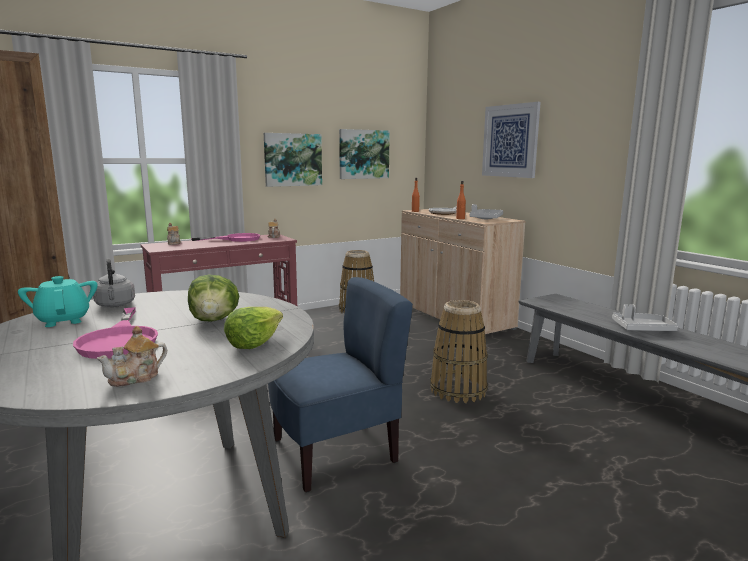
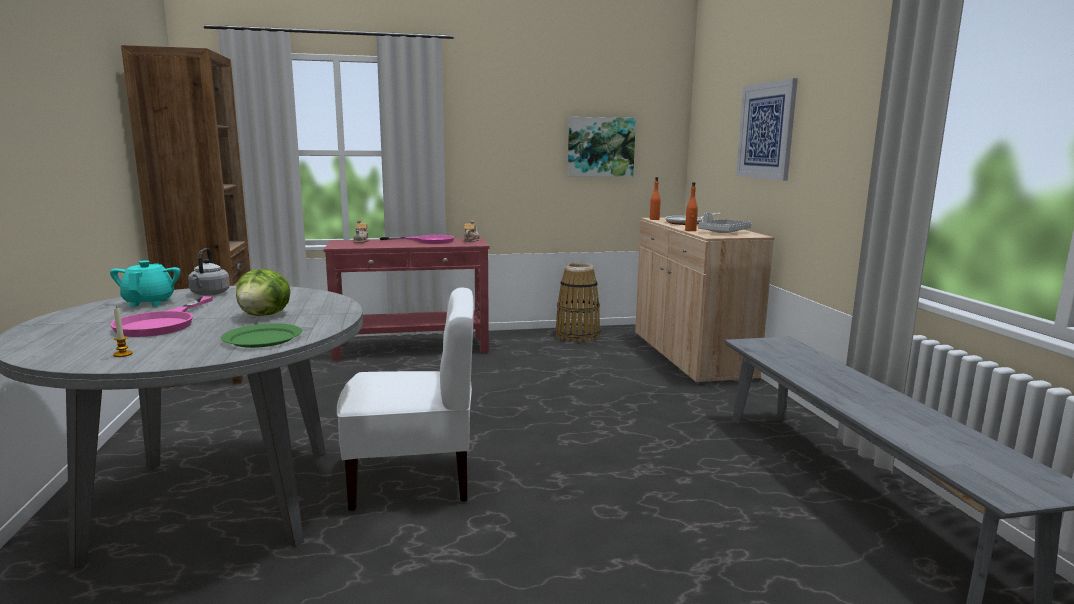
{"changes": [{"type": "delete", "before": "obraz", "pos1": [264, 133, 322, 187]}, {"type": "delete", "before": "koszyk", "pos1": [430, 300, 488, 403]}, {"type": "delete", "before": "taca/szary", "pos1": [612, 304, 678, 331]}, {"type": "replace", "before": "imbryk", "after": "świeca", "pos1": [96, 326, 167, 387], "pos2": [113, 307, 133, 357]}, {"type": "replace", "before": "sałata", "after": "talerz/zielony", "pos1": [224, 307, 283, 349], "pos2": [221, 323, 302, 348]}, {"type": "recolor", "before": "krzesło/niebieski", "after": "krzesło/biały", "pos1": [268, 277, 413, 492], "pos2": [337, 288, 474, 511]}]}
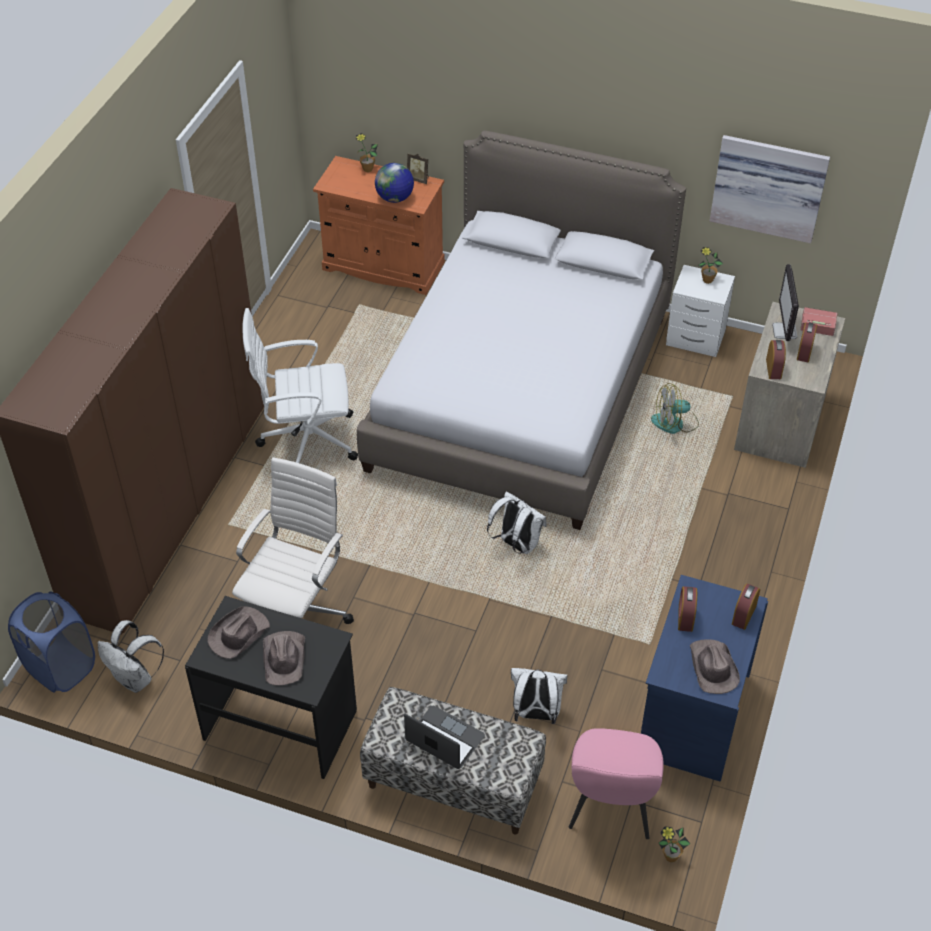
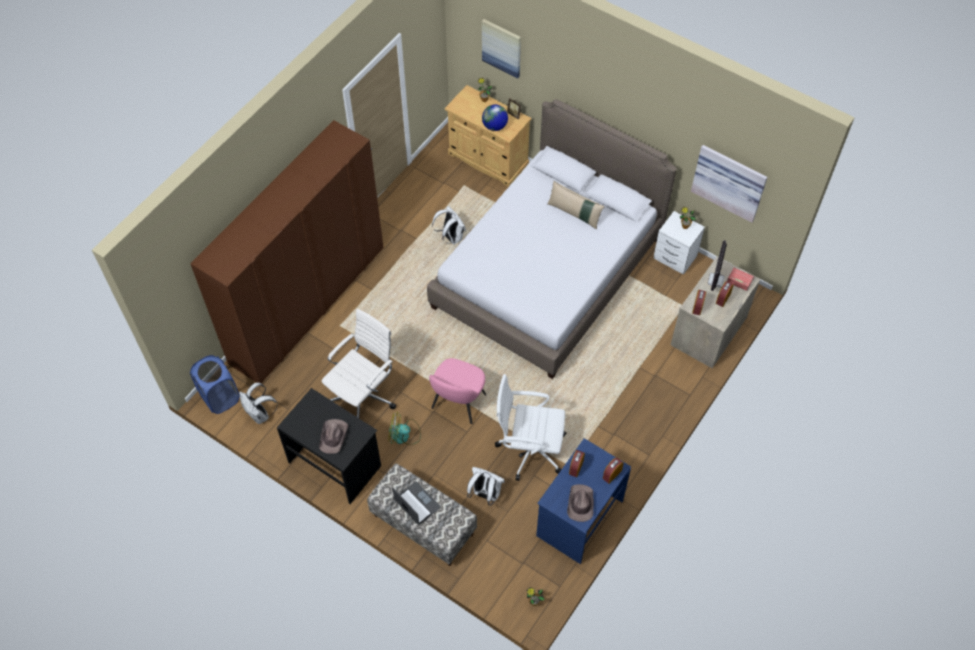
{"changes": [{"type": "delete", "before": "kapelusz/brązowy", "pos1": [207, 606, 270, 659]}, {"type": "insert", "after": "obraz", "pos2": [482, 19, 521, 79]}, {"type": "insert", "after": "poduszka/beżowy", "pos2": [547, 181, 605, 229]}, {"type": "move", "before": "krzesło biurowe/biały", "pos1": [243, 308, 358, 463], "pos2": [495, 374, 566, 481]}, {"type": "move", "before": "plecak/biały", "pos1": [487, 491, 547, 554], "pos2": [432, 206, 466, 245]}, {"type": "move", "before": "krzesło/różowy", "pos1": [569, 728, 664, 839], "pos2": [429, 358, 486, 424]}, {"type": "move", "before": "wentylator", "pos1": [651, 383, 699, 434], "pos2": [388, 412, 421, 445]}, {"type": "recolor", "before": "szafka/pomarańczowy", "after": "szafka/beżowy", "pos1": [313, 156, 445, 295], "pos2": [445, 85, 531, 187]}]}
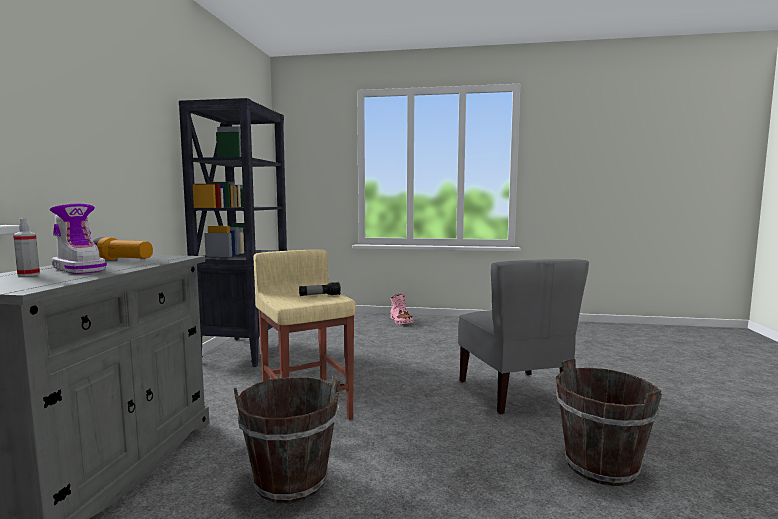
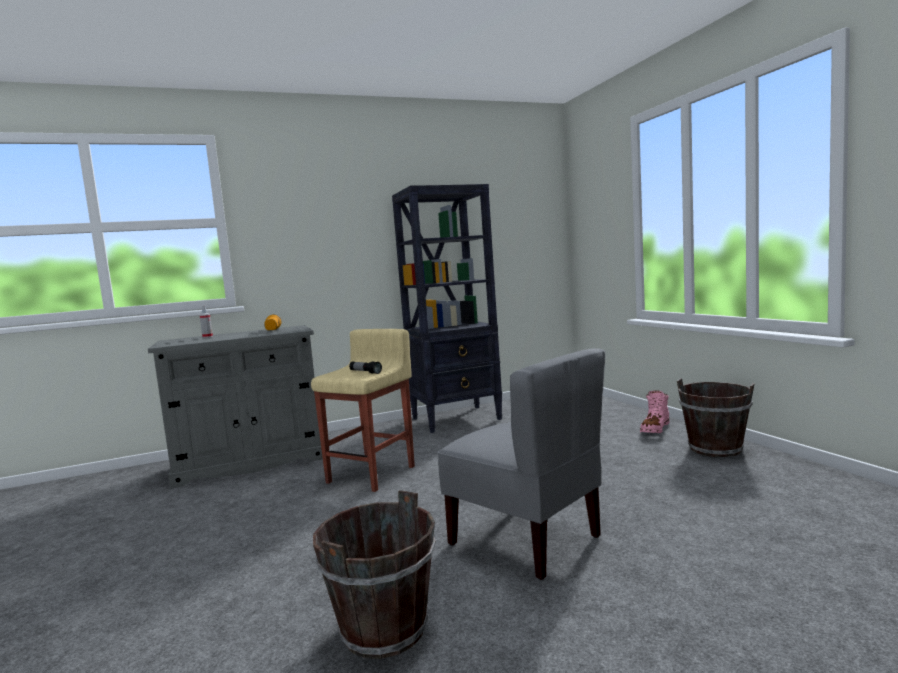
{"changes": [{"type": "delete", "before": "but z cholewką", "pos1": [50, 204, 107, 274]}, {"type": "move", "before": "wiadro/brązowy", "pos1": [234, 374, 341, 503], "pos2": [677, 378, 755, 457]}, {"type": "rotate", "before": "krzesło/szary", "pos1": [459, 259, 589, 414], "pos2": [437, 348, 605, 580], "turn": -90}]}
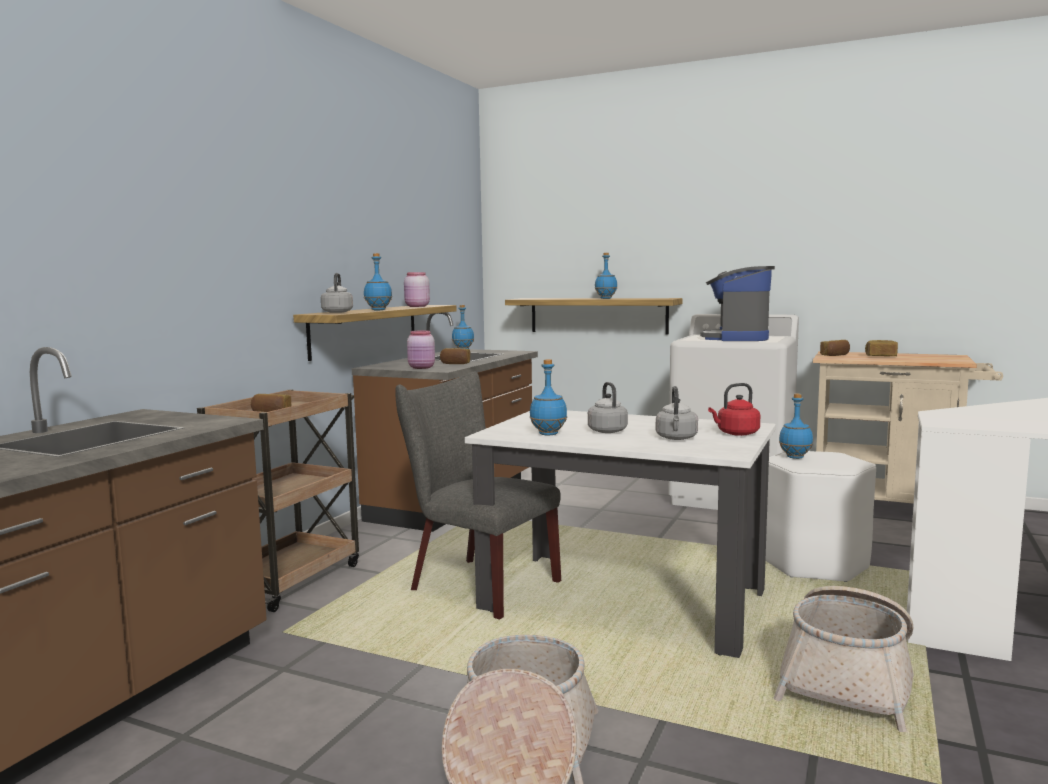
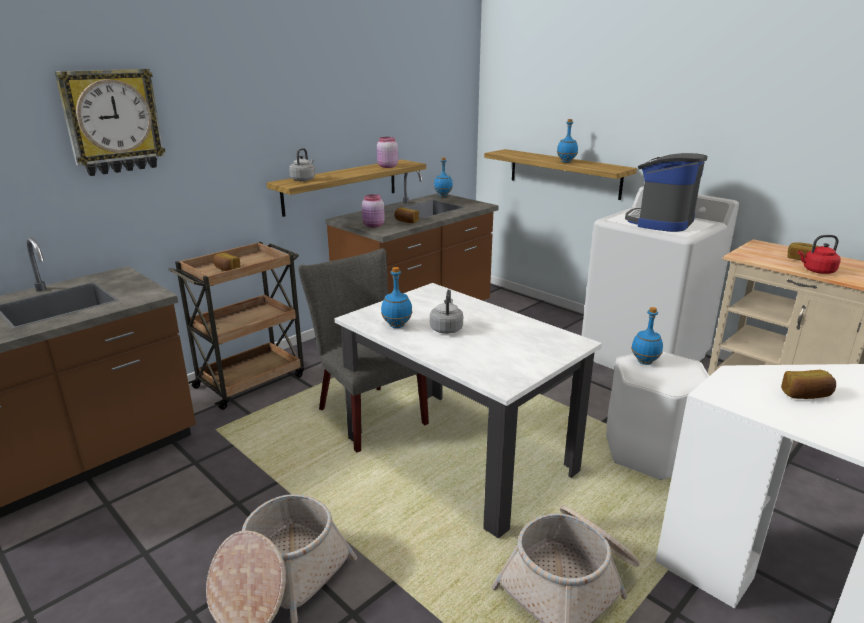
{"changes": [{"type": "delete", "before": "butelka/niebieski", "pos1": [364, 253, 392, 310]}, {"type": "delete", "before": "czajnik/szary", "pos1": [656, 386, 698, 440]}, {"type": "insert", "after": "zegar ścienny", "pos2": [55, 69, 165, 176]}, {"type": "move", "before": "czajnik/czerwony", "pos1": [708, 383, 760, 436], "pos2": [798, 235, 841, 274]}, {"type": "move", "before": "chleb", "pos1": [820, 340, 850, 356], "pos2": [781, 370, 836, 399]}]}
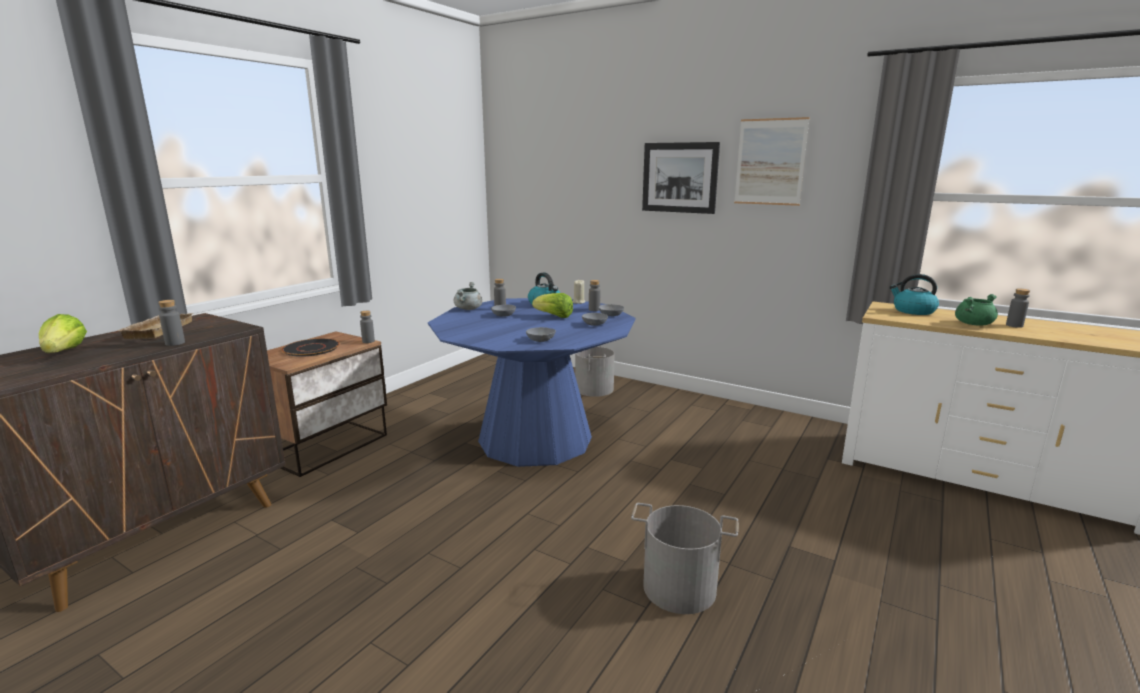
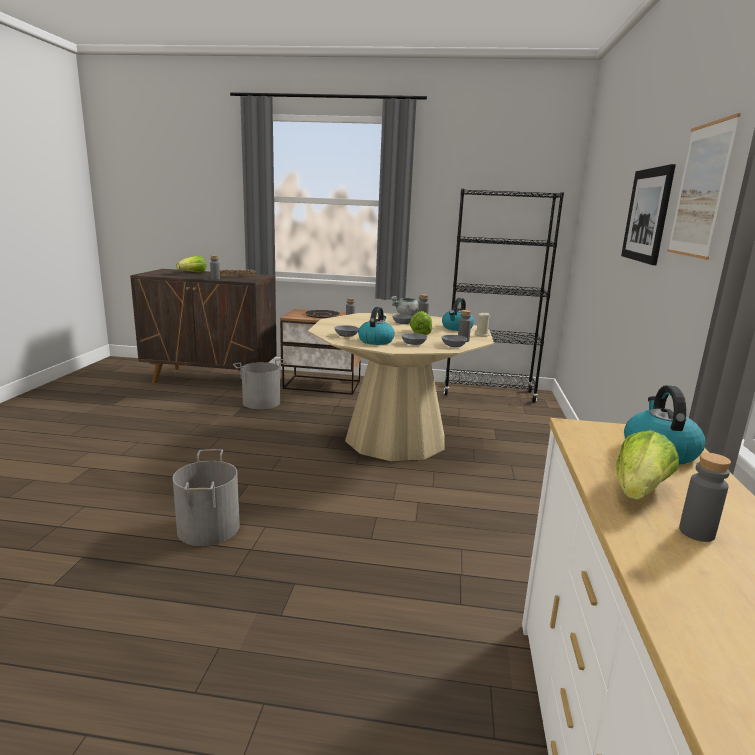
{"changes": [{"type": "insert", "after": "czajnik", "pos2": [358, 307, 395, 345]}, {"type": "insert", "after": "regał/czarny", "pos2": [444, 189, 564, 403]}, {"type": "move", "before": "wiadro/szary", "pos1": [575, 345, 615, 397], "pos2": [233, 359, 287, 409]}, {"type": "replace", "before": "garnek/zielony", "after": "sałata", "pos1": [955, 294, 998, 326], "pos2": [616, 430, 679, 500]}, {"type": "recolor", "before": "stół jadalny/niebieski", "after": "stół jadalny/beżowy", "pos1": [428, 298, 636, 467], "pos2": [308, 313, 494, 461]}]}
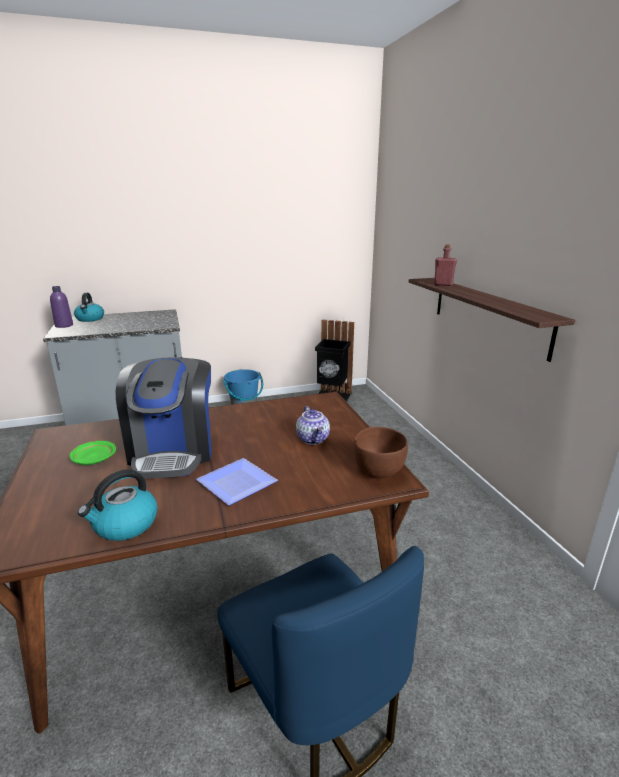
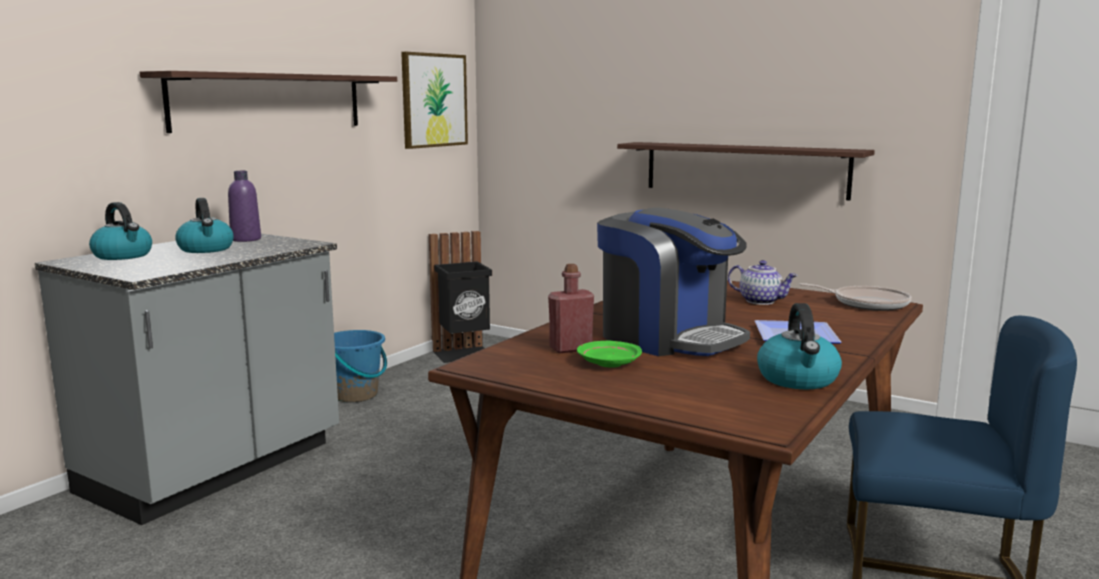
{"changes": [{"type": "insert", "after": "półka", "pos2": [140, 71, 397, 133]}, {"type": "insert", "after": "czajnik", "pos2": [175, 198, 234, 253]}, {"type": "insert", "after": "obraz", "pos2": [401, 52, 468, 149]}, {"type": "move", "before": "butelka/fioletowy", "pos1": [50, 286, 73, 328], "pos2": [228, 171, 261, 242]}, {"type": "move", "before": "butelka/czerwony", "pos1": [434, 244, 457, 286], "pos2": [548, 264, 594, 353]}, {"type": "replace", "before": "miska/brązowy", "after": "patelnia", "pos1": [354, 427, 408, 478], "pos2": [800, 283, 911, 311]}]}
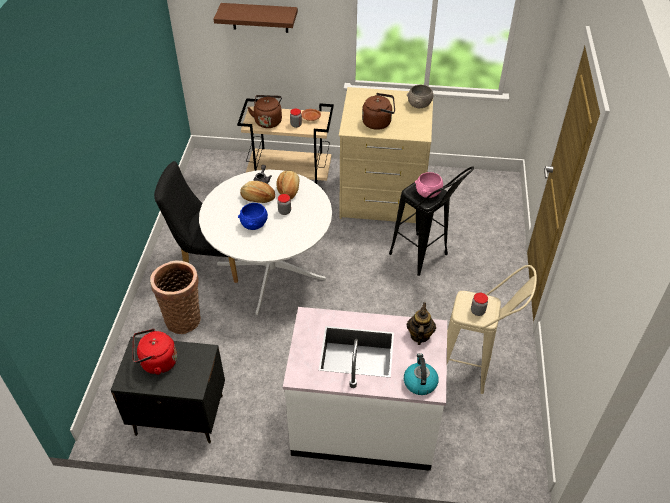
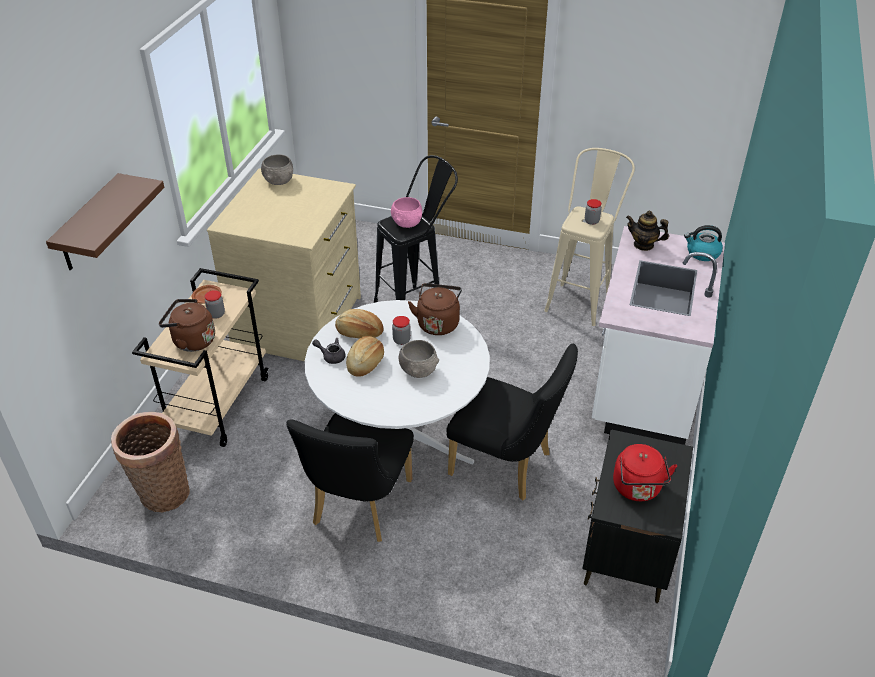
{"changes": [{"type": "insert", "after": "krzesło/czarny", "pos2": [446, 344, 578, 501]}, {"type": "move", "before": "koszyk", "pos1": [150, 261, 201, 334], "pos2": [111, 412, 190, 513]}, {"type": "move", "before": "czajnik/brązowy", "pos1": [362, 93, 395, 130], "pos2": [408, 283, 462, 335]}, {"type": "recolor", "before": "miska/niebieski", "after": "miska/szary", "pos1": [238, 203, 268, 230], "pos2": [399, 340, 439, 378]}]}
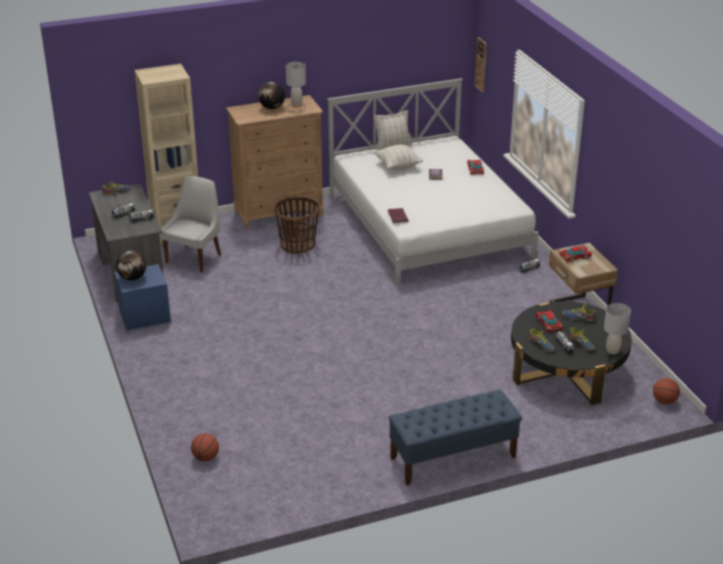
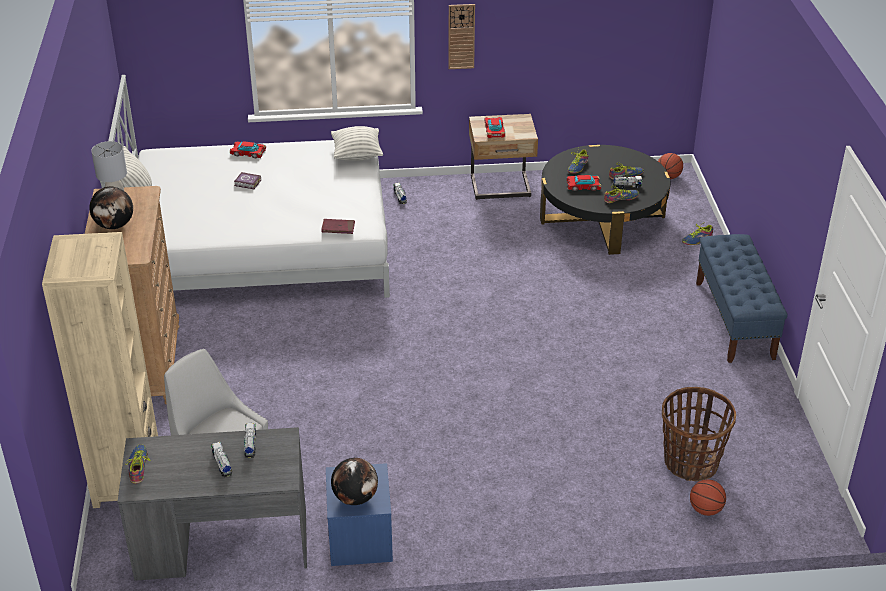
{"changes": [{"type": "delete", "before": "lampa stołowa/szary", "pos1": [604, 303, 631, 354]}, {"type": "insert", "after": "but", "pos2": [682, 222, 713, 245]}, {"type": "move", "before": "koszyk", "pos1": [274, 196, 320, 254], "pos2": [662, 387, 736, 481]}, {"type": "move", "before": "poduszka", "pos1": [374, 145, 423, 170], "pos2": [331, 126, 383, 161]}, {"type": "move", "before": "zegar ścienny", "pos1": [475, 37, 487, 93], "pos2": [448, 4, 475, 69]}]}
